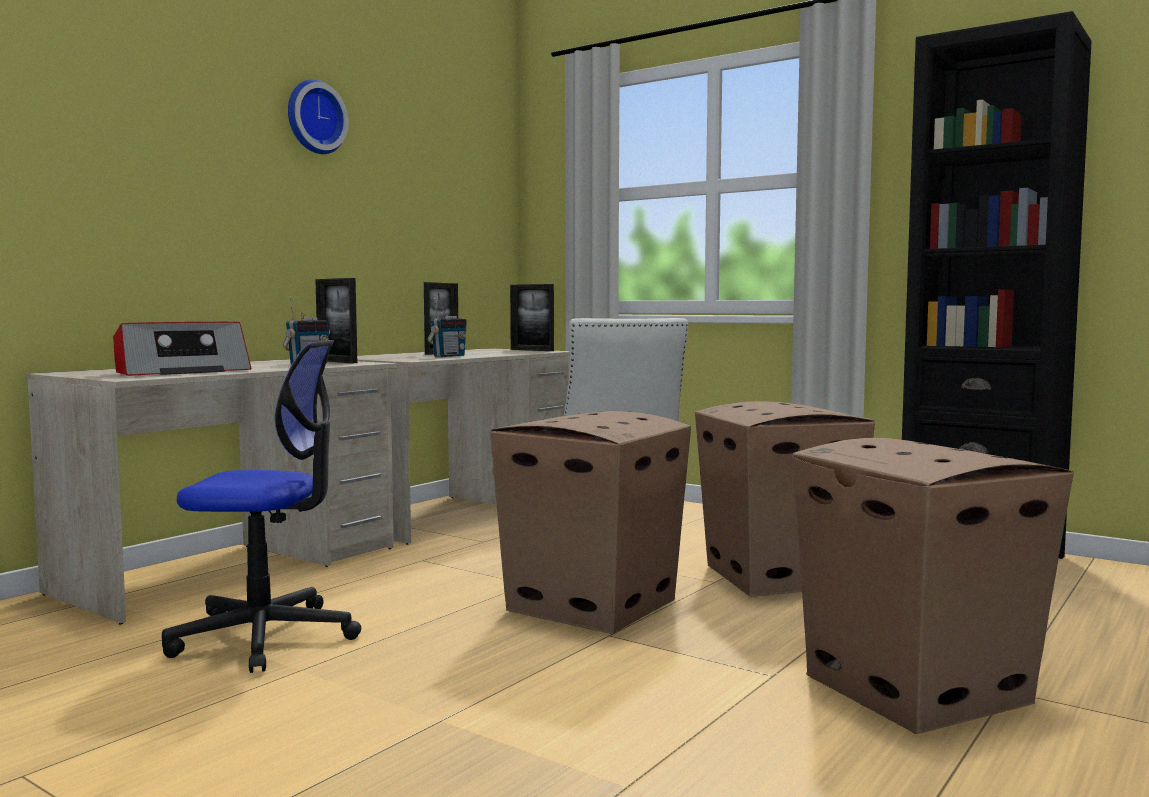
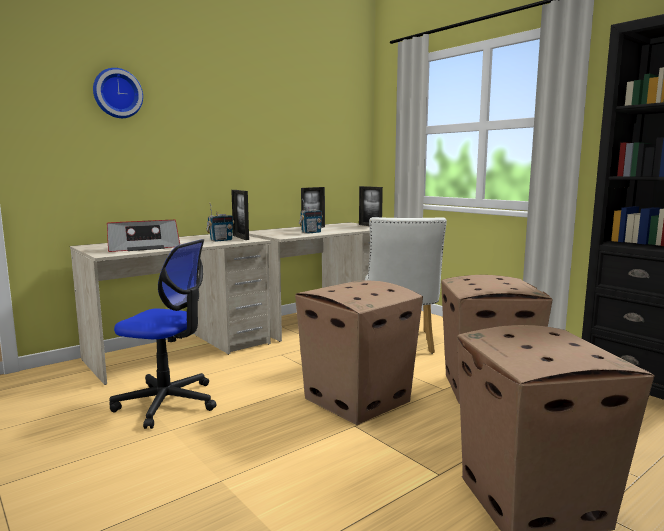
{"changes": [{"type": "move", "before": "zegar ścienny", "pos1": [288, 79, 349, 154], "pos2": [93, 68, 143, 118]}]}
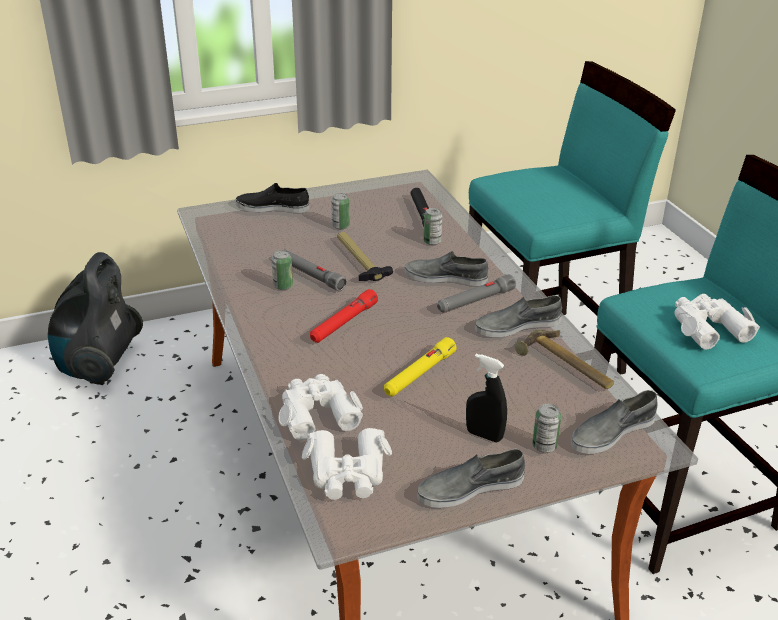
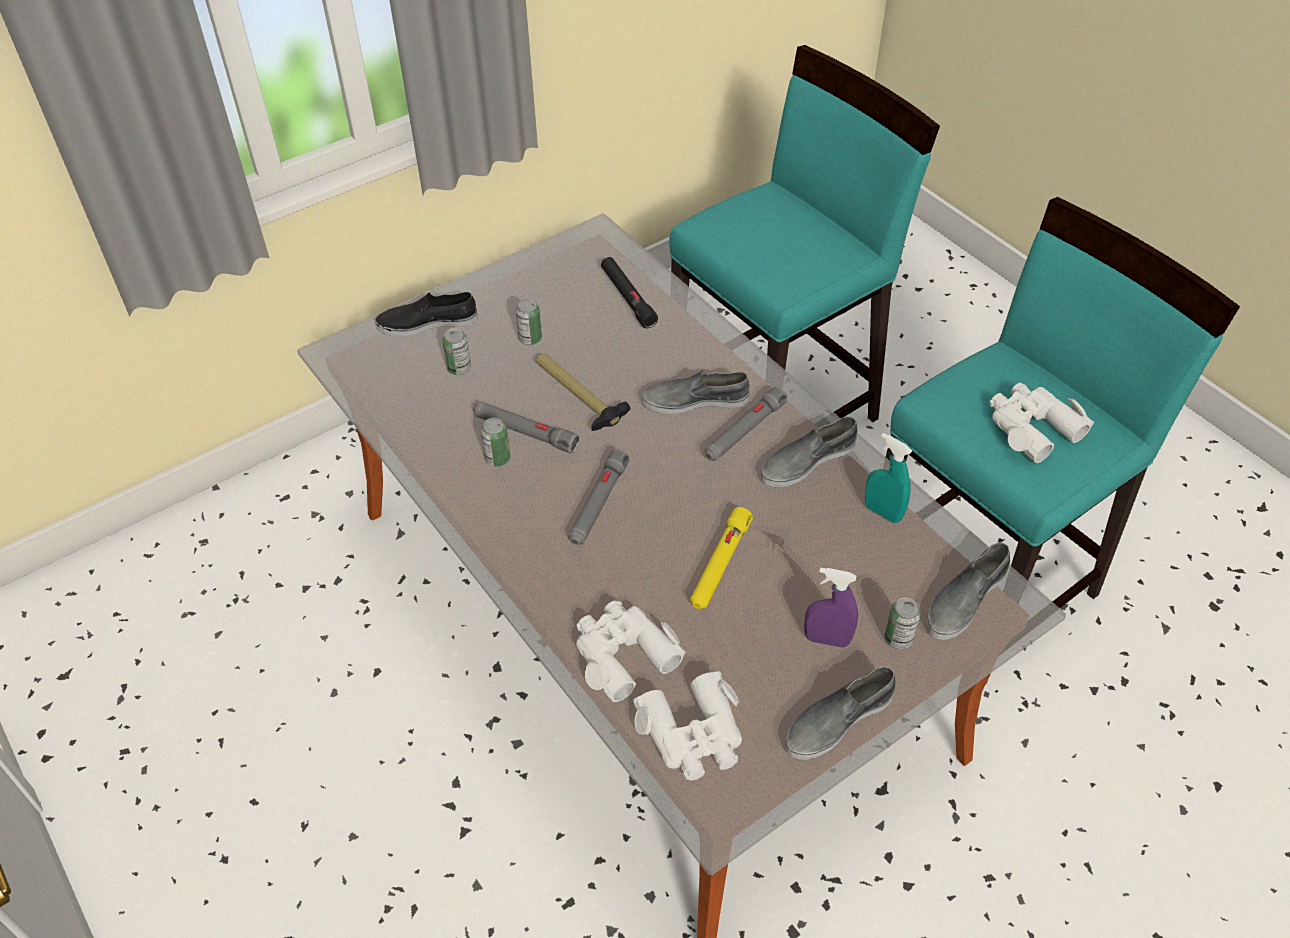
{"changes": [{"type": "delete", "before": "odkurzacz", "pos1": [47, 252, 143, 385]}, {"type": "move", "before": "puszka", "pos1": [423, 208, 443, 245], "pos2": [442, 328, 471, 375]}, {"type": "replace", "before": "młotek", "after": "spryskiwacz/turkusowy", "pos1": [514, 330, 614, 389], "pos2": [865, 433, 912, 523]}, {"type": "recolor", "before": "latarka/czerwony", "after": "latarka/szary", "pos1": [310, 289, 378, 343], "pos2": [568, 449, 630, 545]}, {"type": "recolor", "before": "spryskiwacz/czarny", "after": "spryskiwacz/fioletowy", "pos1": [466, 354, 507, 442], "pos2": [804, 567, 858, 648]}]}
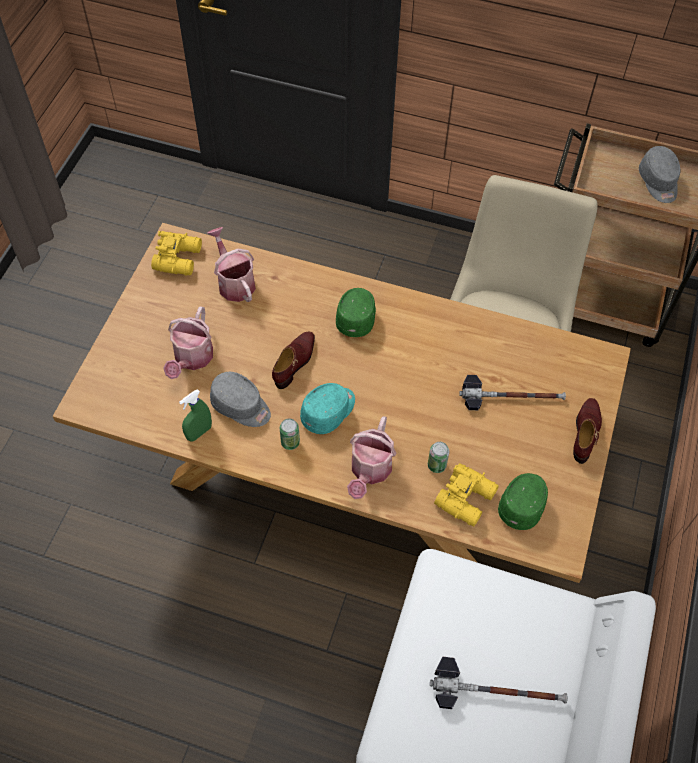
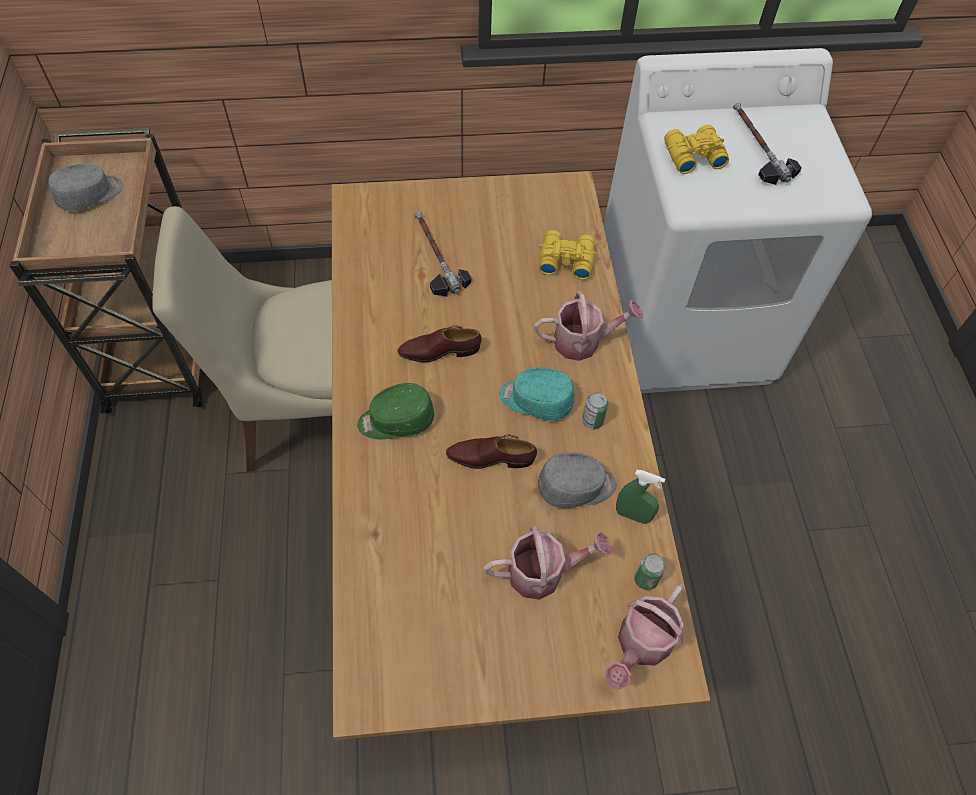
{"changes": [{"type": "delete", "before": "czapka z daszkiem/zielony", "pos1": [498, 473, 548, 530]}, {"type": "move", "before": "lornetka/żółty", "pos1": [151, 231, 202, 276], "pos2": [664, 125, 729, 174]}, {"type": "move", "before": "konewka", "pos1": [207, 227, 256, 302], "pos2": [605, 583, 684, 690]}, {"type": "move", "before": "puszka", "pos1": [428, 442, 449, 473], "pos2": [634, 553, 666, 590]}, {"type": "move", "before": "but/brązowy", "pos1": [573, 398, 602, 464], "pos2": [398, 325, 482, 362]}, {"type": "rotate", "before": "czapka z daszkiem/szary", "pos1": [210, 372, 271, 427], "pos2": [538, 453, 617, 508], "turn": 75}]}
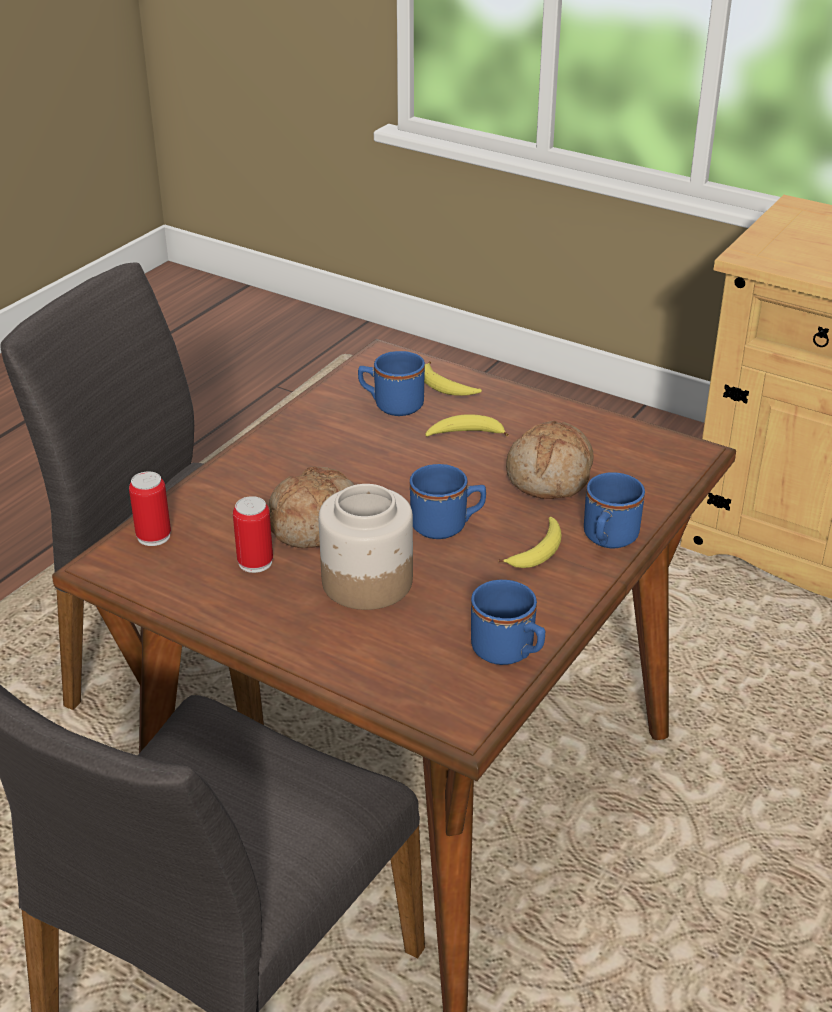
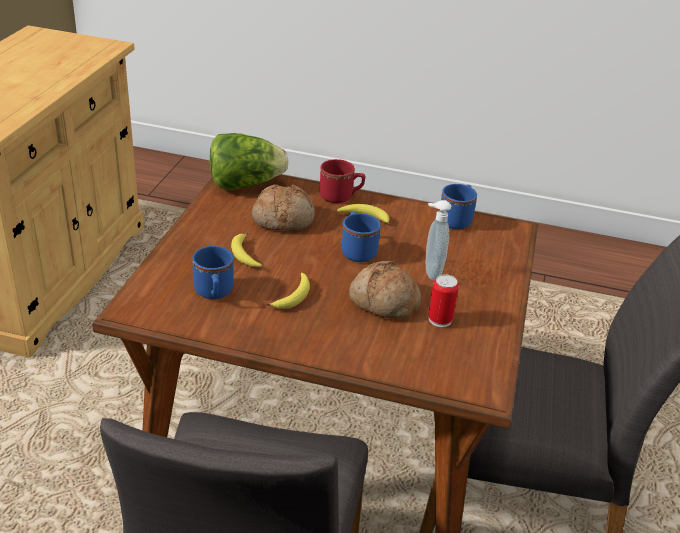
{"changes": [{"type": "delete", "before": "puszka", "pos1": [129, 471, 171, 546]}, {"type": "insert", "after": "sałata", "pos2": [210, 133, 289, 190]}, {"type": "move", "before": "banan", "pos1": [424, 361, 482, 396], "pos2": [267, 273, 310, 309]}, {"type": "replace", "before": "słoik", "after": "dozownik mydła", "pos1": [319, 484, 413, 610], "pos2": [426, 200, 451, 280]}, {"type": "recolor", "before": "kubek/niebieski", "after": "kubek/czerwony", "pos1": [584, 472, 645, 548], "pos2": [320, 159, 365, 203]}]}
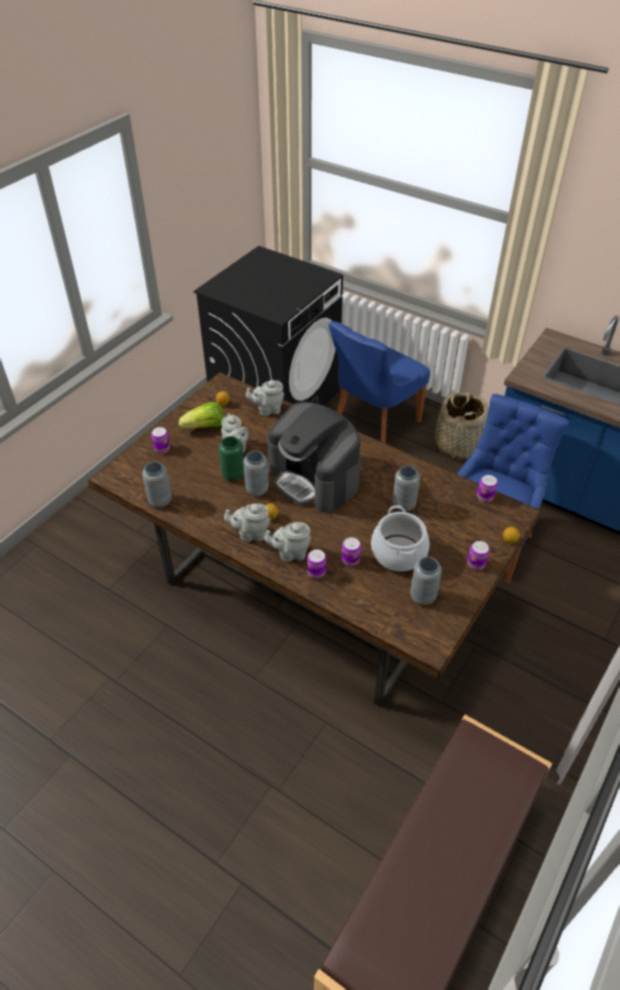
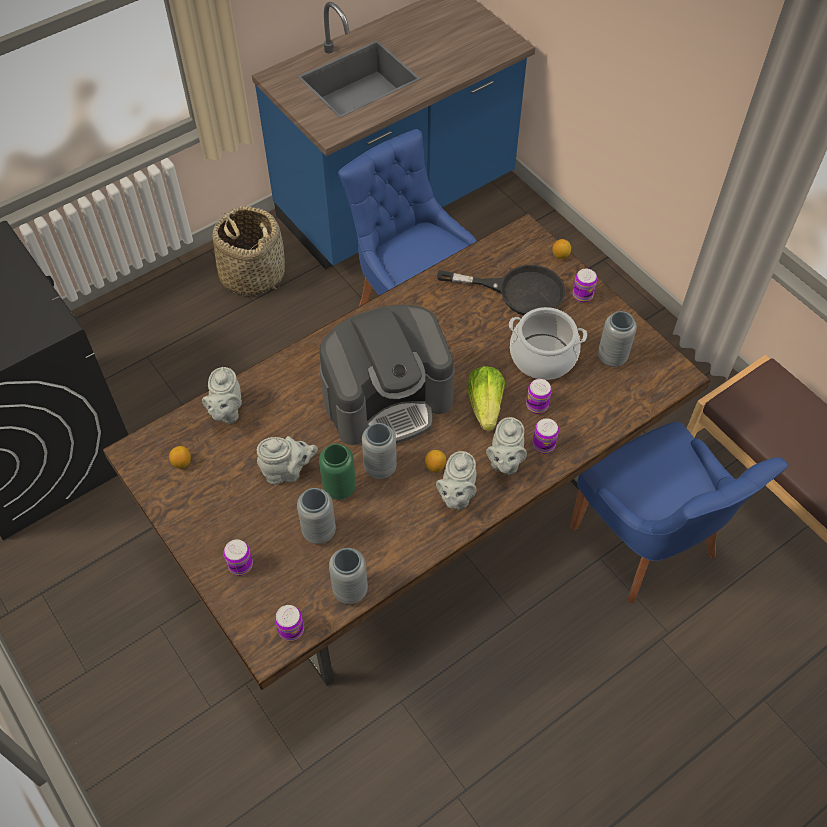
{"changes": [{"type": "insert", "after": "patelnia/czarny", "pos2": [437, 265, 565, 315]}, {"type": "move", "before": "sałata", "pos1": [179, 402, 224, 429], "pos2": [467, 366, 505, 431]}, {"type": "move", "before": "krzesło/niebieski", "pos1": [328, 321, 430, 443], "pos2": [570, 422, 789, 604]}, {"type": "move", "before": "wazon/szary", "pos1": [393, 466, 420, 512], "pos2": [297, 488, 336, 544]}, {"type": "move", "before": "puszka", "pos1": [477, 475, 498, 503], "pos2": [275, 605, 304, 642]}]}
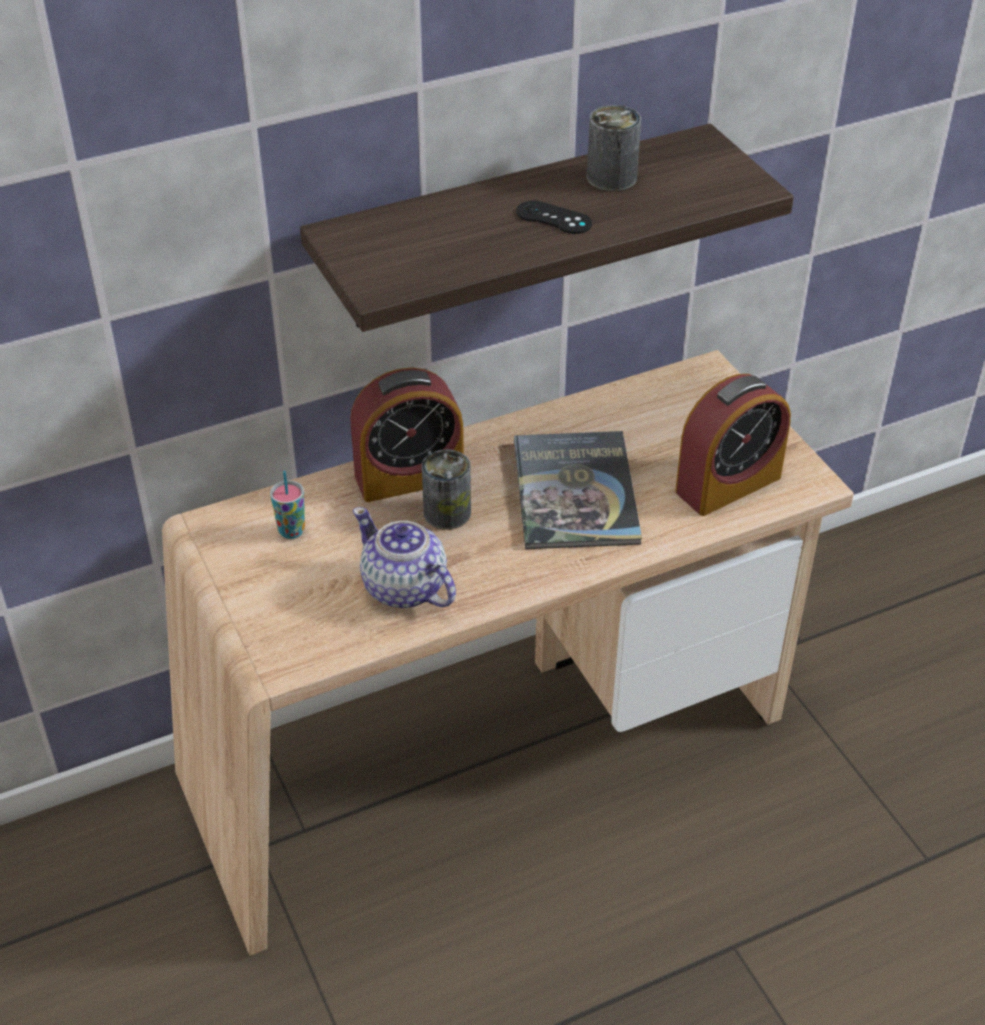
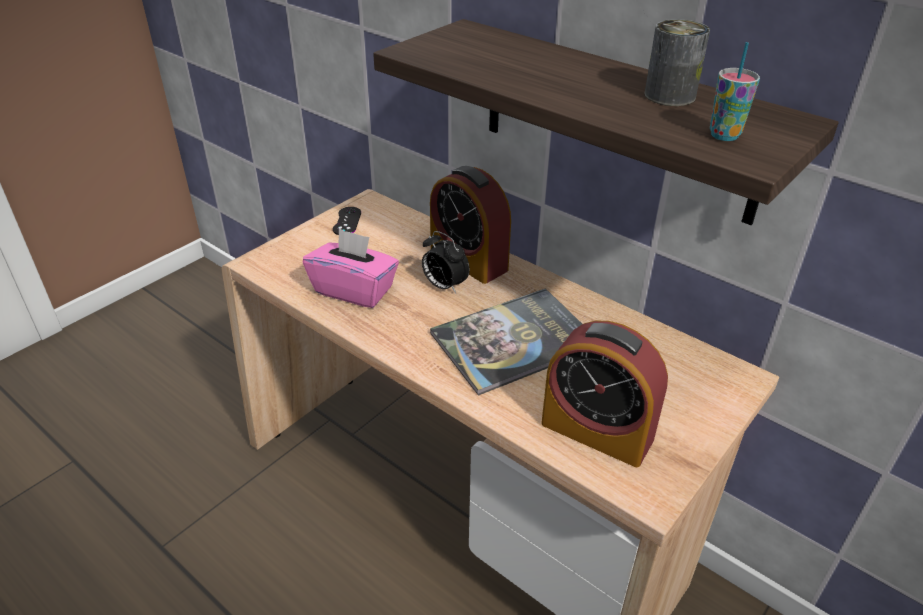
{"changes": [{"type": "move", "before": "filiżanka", "pos1": [270, 470, 305, 539], "pos2": [710, 42, 760, 141]}, {"type": "move", "before": "pad do gier/czarny", "pos1": [516, 201, 592, 234], "pos2": [333, 207, 361, 235]}, {"type": "replace", "before": "imbryk", "after": "pudełko chusteczek/różowy", "pos1": [353, 507, 456, 608], "pos2": [303, 228, 399, 308]}, {"type": "replace", "before": "puszka", "after": "budzik", "pos1": [422, 449, 471, 530], "pos2": [422, 231, 470, 294]}]}
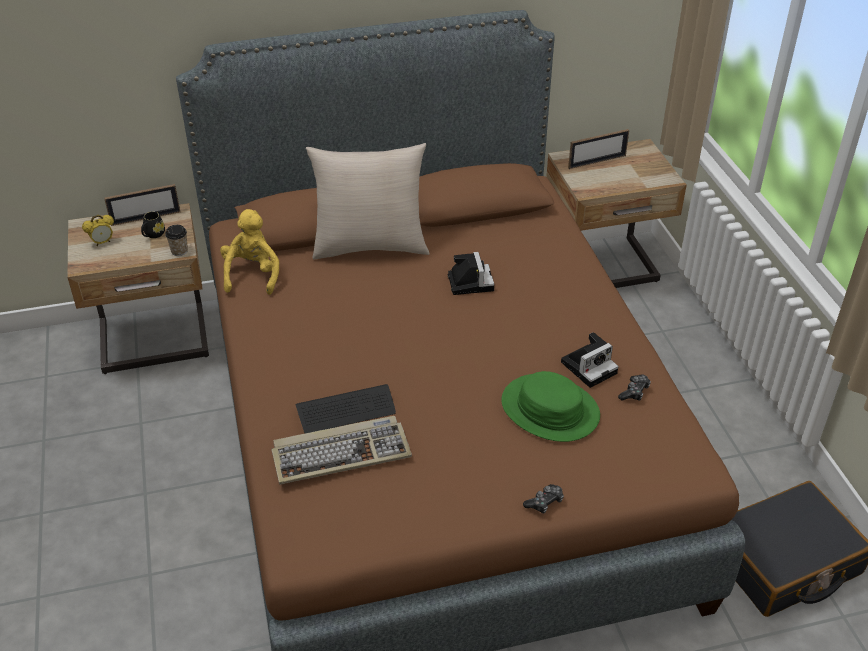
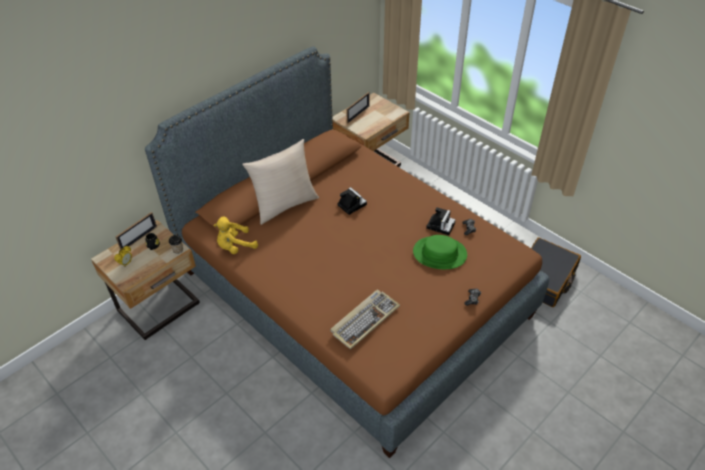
{"changes": [{"type": "delete", "before": "klawiatura", "pos1": [295, 384, 396, 433]}, {"type": "rotate", "before": "pluszak/żółty", "pos1": [220, 209, 279, 295], "pos2": [213, 217, 258, 254], "turn": -90}]}
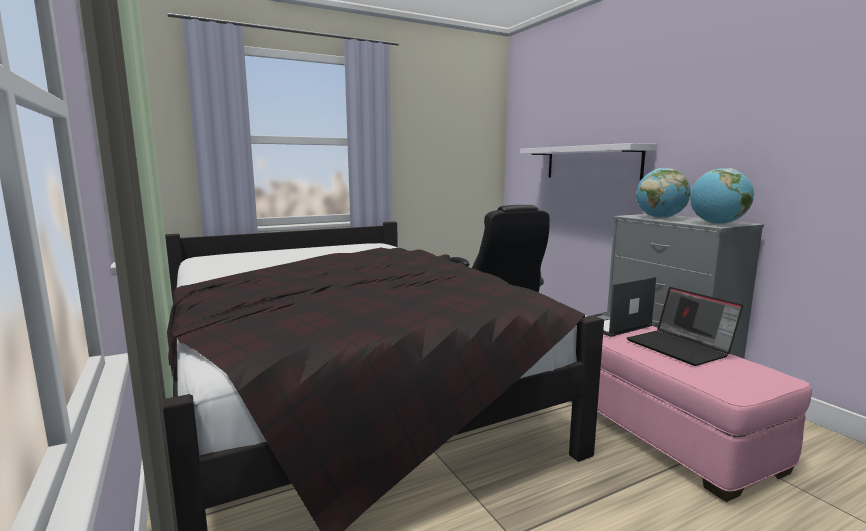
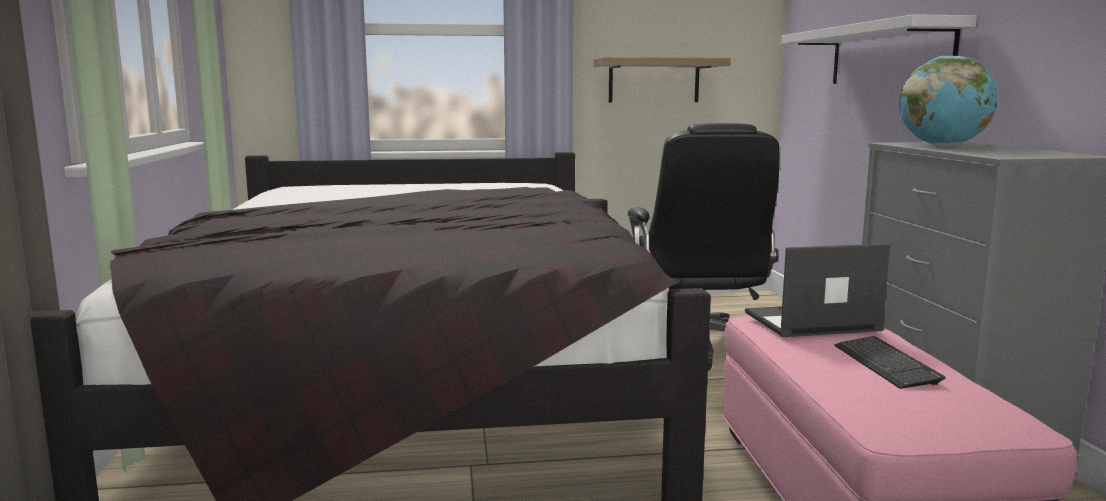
{"changes": [{"type": "delete", "before": "globus", "pos1": [690, 168, 754, 224]}, {"type": "insert", "after": "półka", "pos2": [594, 57, 731, 102]}, {"type": "replace", "before": "laptop", "after": "klawiatura", "pos1": [627, 287, 743, 366], "pos2": [834, 336, 945, 389]}]}
